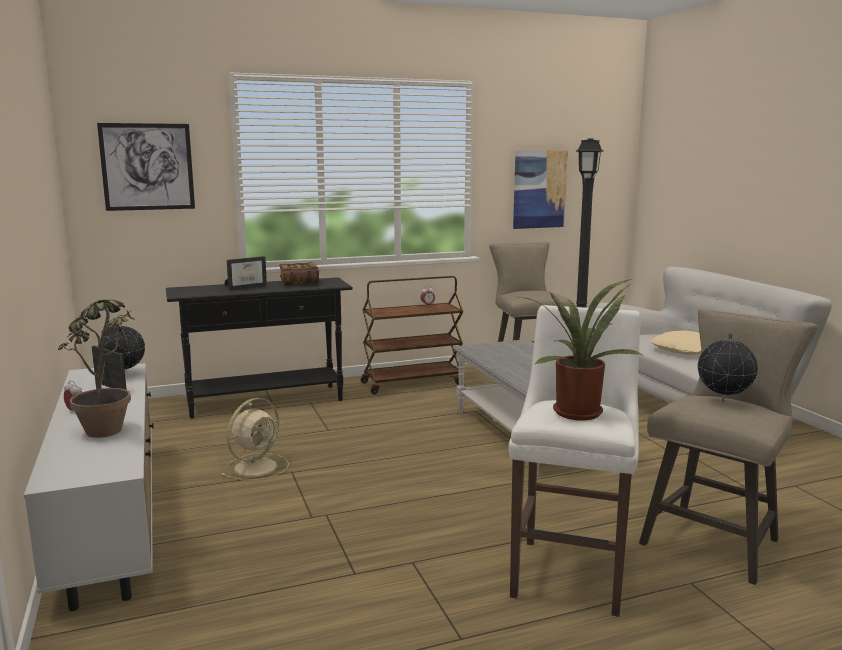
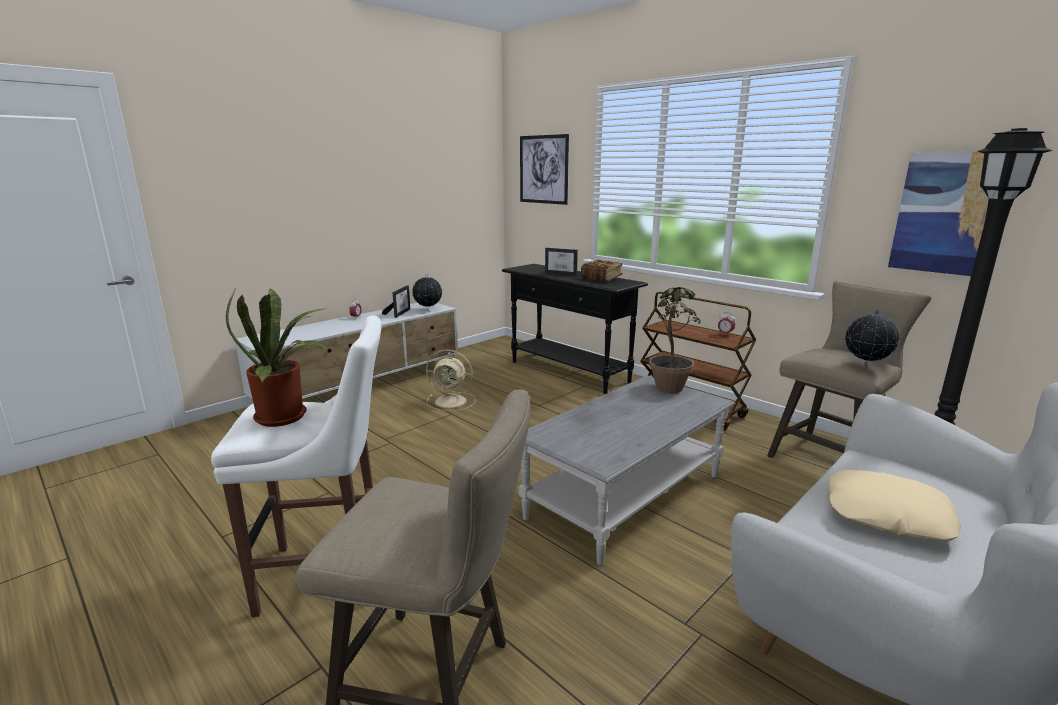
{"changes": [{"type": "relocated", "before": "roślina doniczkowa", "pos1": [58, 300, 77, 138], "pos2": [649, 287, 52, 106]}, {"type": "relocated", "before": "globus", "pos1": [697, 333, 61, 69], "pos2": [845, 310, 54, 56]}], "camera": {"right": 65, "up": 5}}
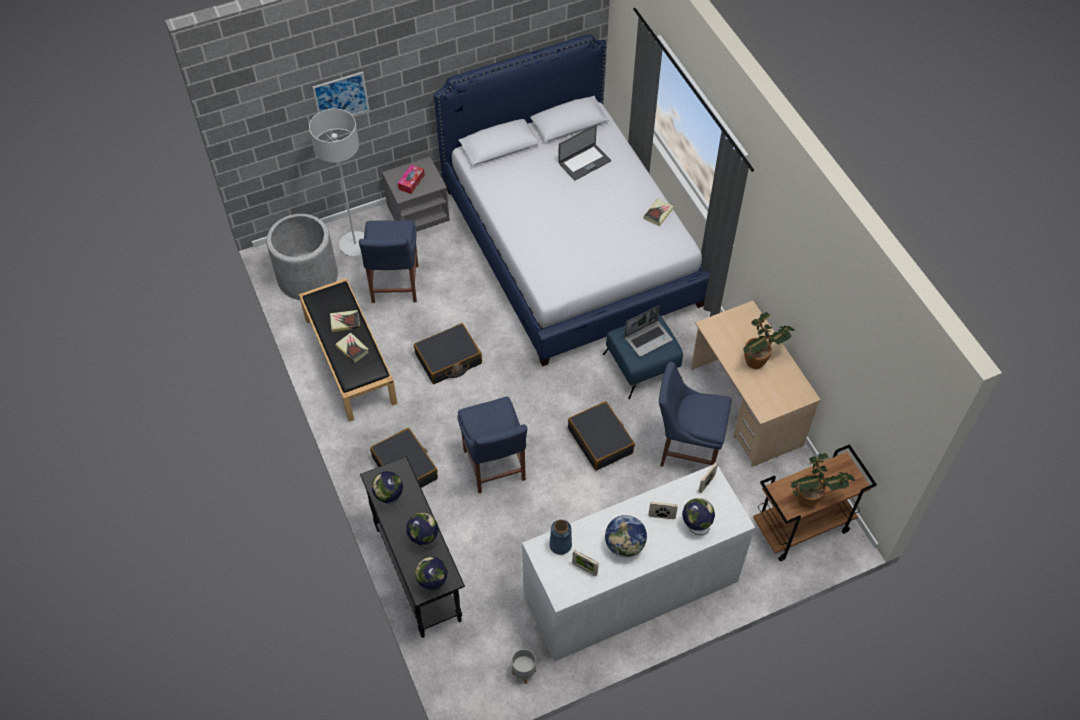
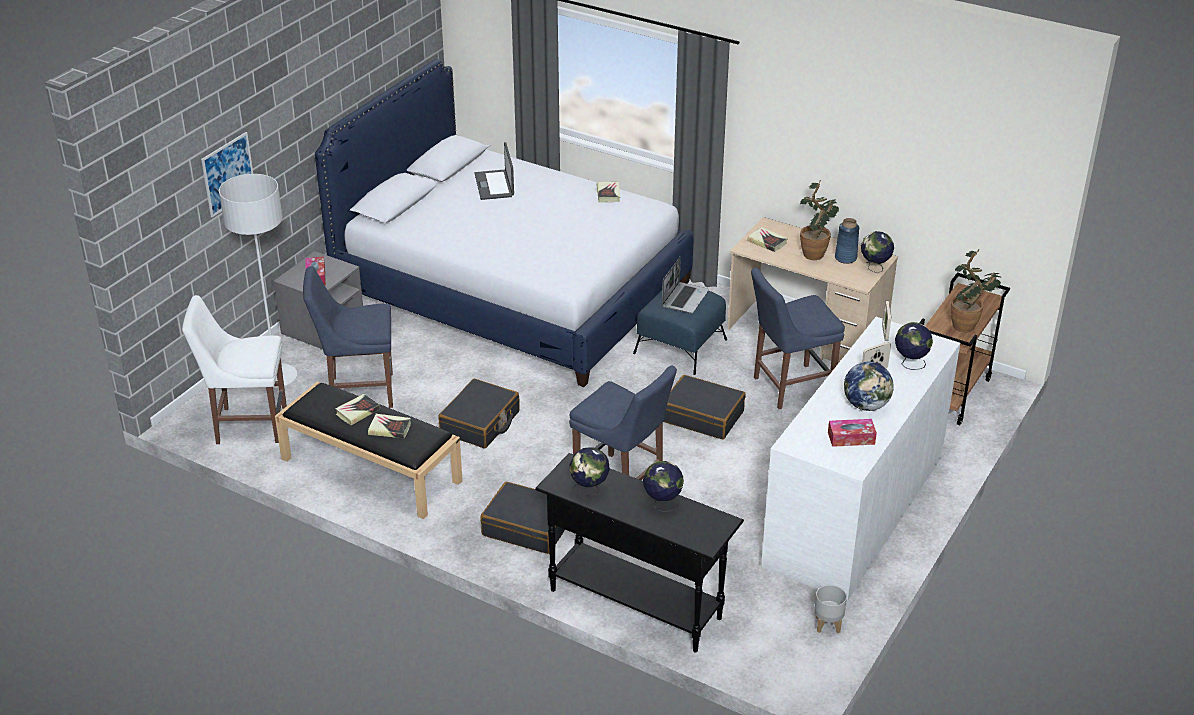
{"changes": [{"type": "spun", "before": "laptop", "pos1": [558, 125, 53, 55], "pos2": [474, 142, 40, 58], "turn": 150}, {"type": "exchanged", "before": "donica/szary", "after": "krzesło/biały", "pos1": [266, 214, 72, 86], "pos2": [182, 295, 105, 149]}, {"type": "spun", "before": "krzesło/niebieski", "pos1": [359, 220, 59, 83], "pos2": [303, 266, 90, 142], "turn": 120}, {"type": "relocated", "before": "wazon/niebieski", "pos1": [549, 520, 23, 35], "pos2": [835, 218, 24, 46]}, {"type": "exchanged", "before": "ramka na zdjęcie", "after": "pudełko chusteczek", "pos1": [572, 550, 27, 26], "pos2": [828, 419, 49, 28]}, {"type": "relocated", "before": "globus", "pos1": [415, 556, 33, 35], "pos2": [861, 231, 33, 42]}, {"type": "appeared", "after": "książka", "pos2": [747, 227, 41, 25]}], "camera": {"right": -35, "up": -20}}
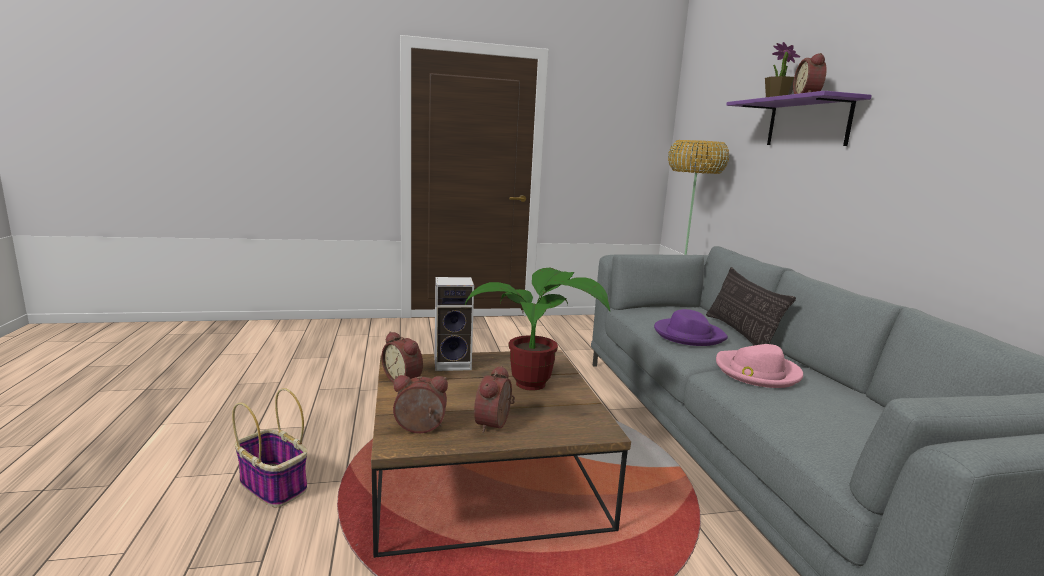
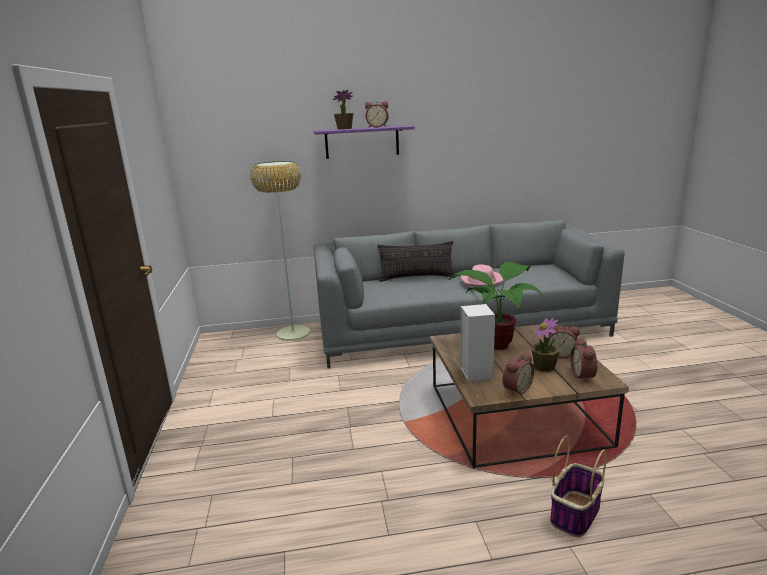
{"changes": [{"type": "missing", "before": "kapelusz/fioletowy", "pos1": [654, 309, 74, 37]}, {"type": "appeared", "after": "roślina doniczkowa", "pos2": [531, 318, 29, 54]}], "camera": {"right": -85, "up": 5}}
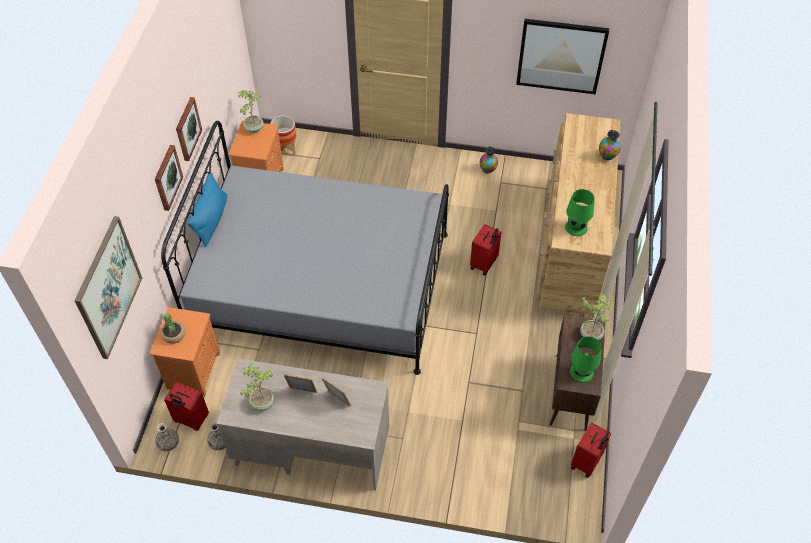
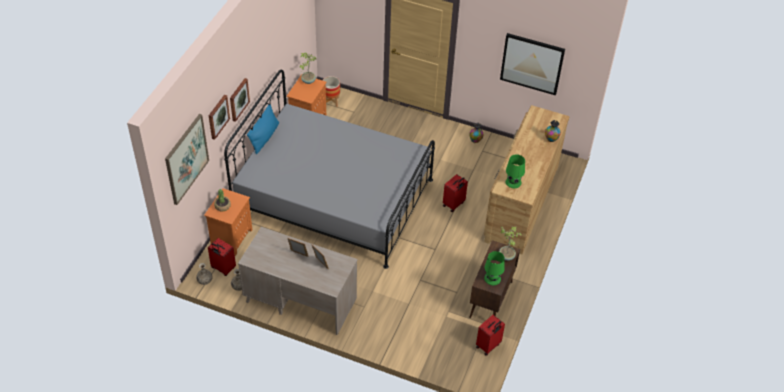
{"changes": [{"type": "relocated", "before": "obraz", "pos1": [176, 97, 26, 64], "pos2": [209, 95, 21, 45]}, {"type": "missing", "before": "roślina doniczkowa", "pos1": [241, 363, 34, 48]}], "camera": {"right": 10, "up": -5}}
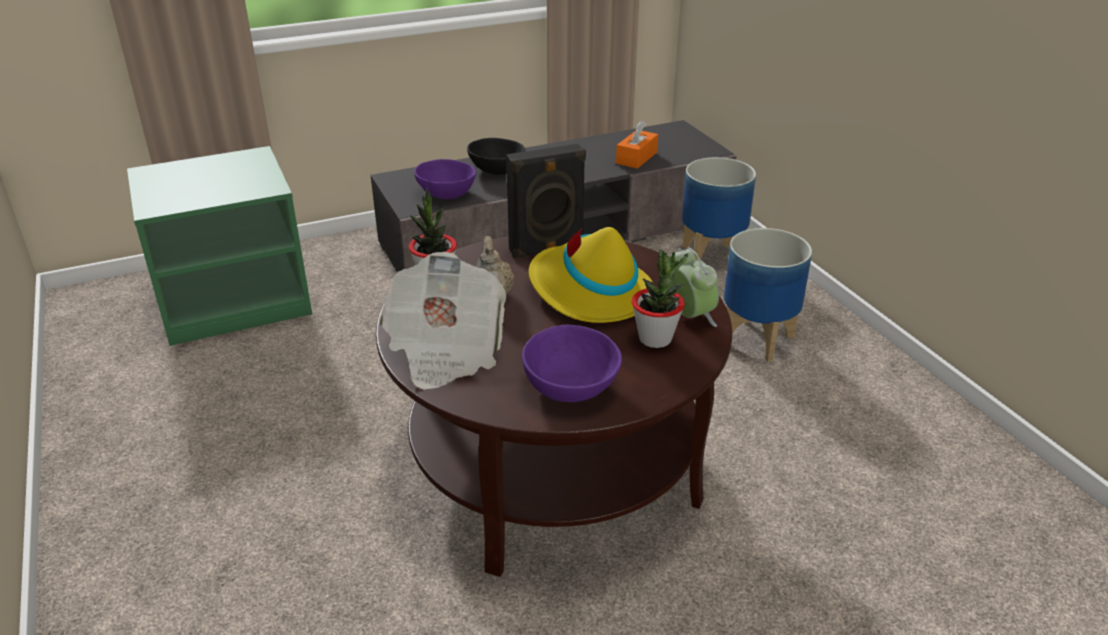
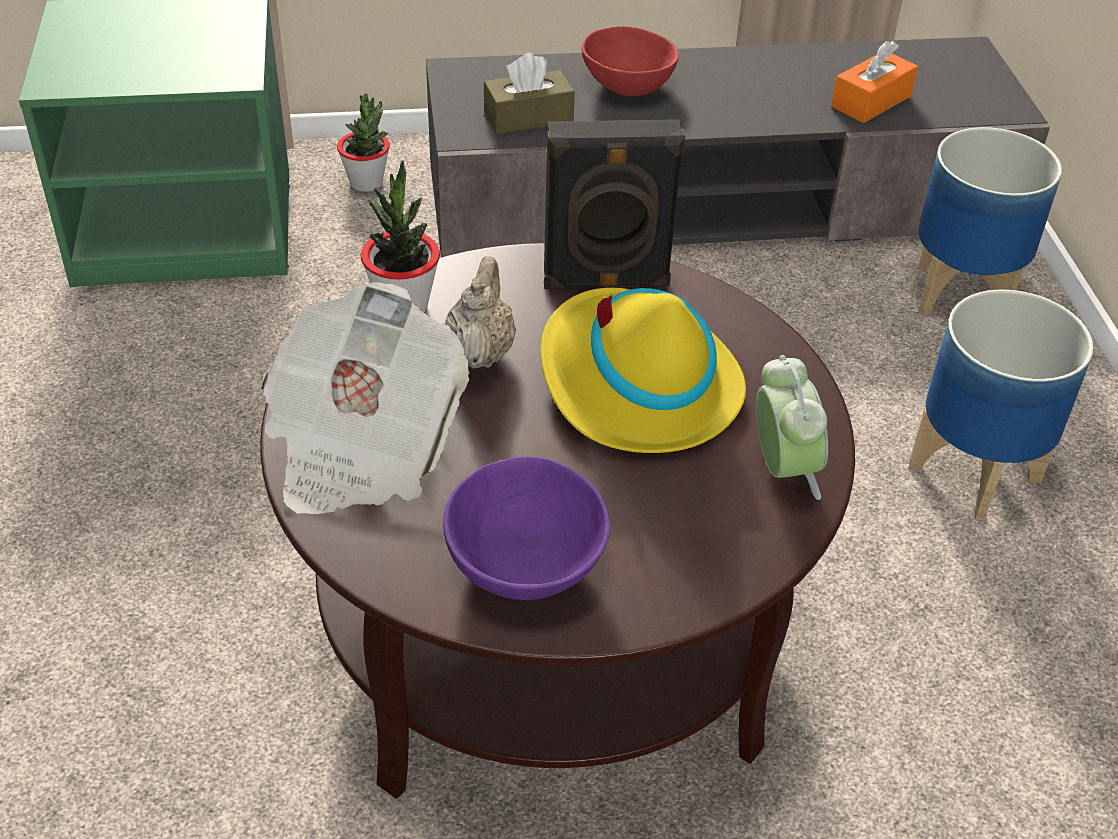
{"changes": [{"type": "colour", "before": "miska/czarny", "after": "miska/czerwony", "pos1": [467, 138, 58, 37], "pos2": [582, 26, 97, 71]}, {"type": "exchanged", "before": "miska/fioletowy", "after": "pudełko chusteczek/brązowy", "pos1": [414, 159, 62, 40], "pos2": [484, 52, 91, 82]}, {"type": "relocated", "before": "roślina doniczkowa", "pos1": [632, 249, 56, 99], "pos2": [337, 93, 53, 99]}], "camera": {"right": 15, "up": 10}}
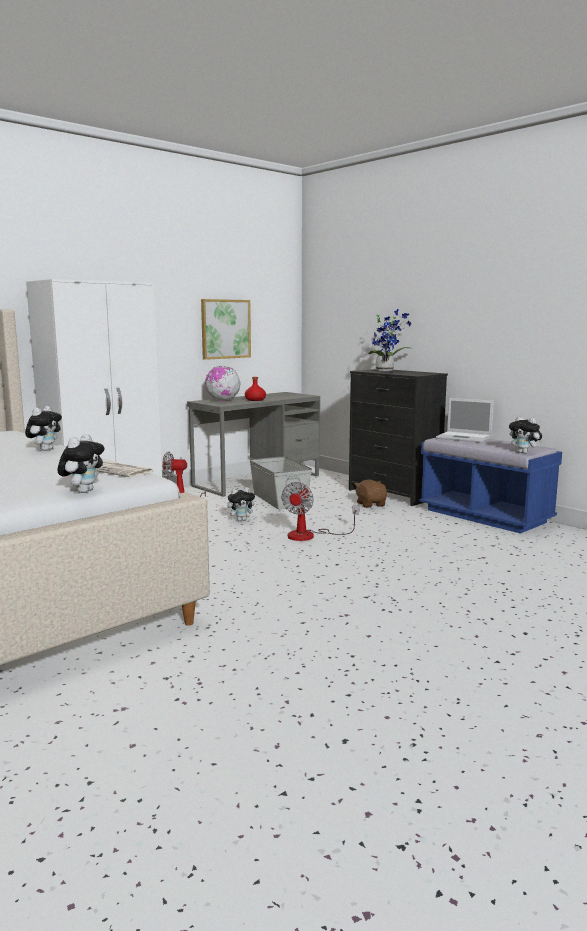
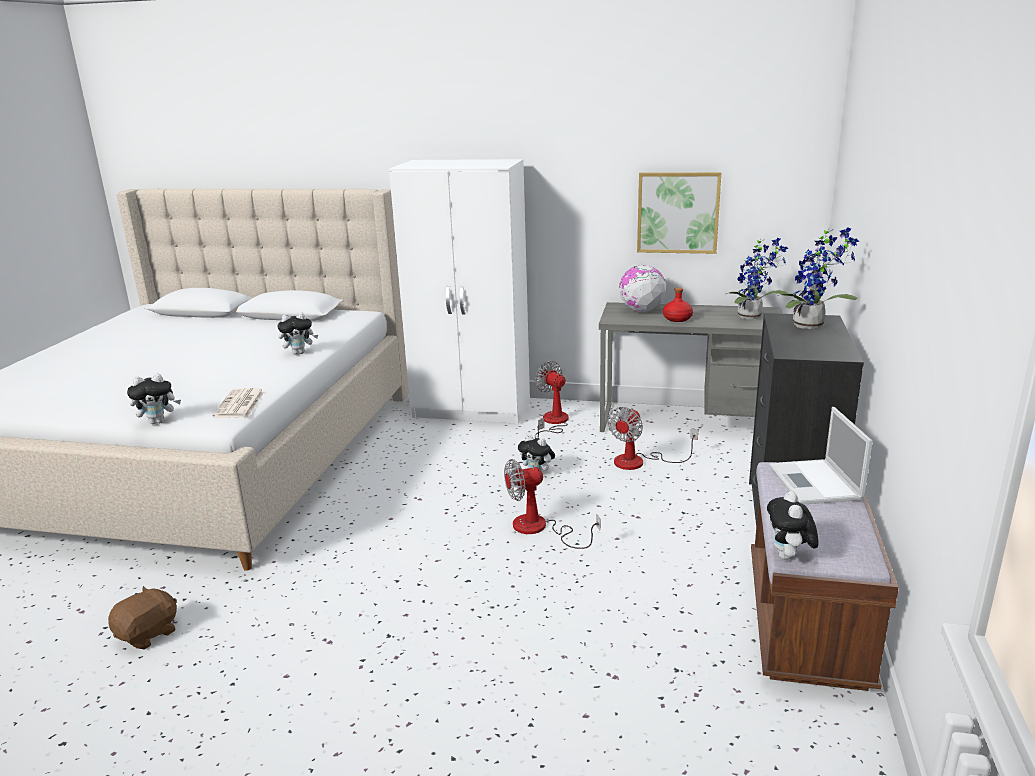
{"changes": [{"type": "colour", "before": "ławka/niebieski", "after": "ławka/brązowy", "pos1": [419, 438, 143, 96], "pos2": [751, 462, 148, 229]}, {"type": "exchanged", "before": "pojemnik do przechowywania/szary", "after": "wentylator", "pos1": [250, 456, 62, 54], "pos2": [607, 407, 91, 63]}, {"type": "relocated", "before": "pluszak/brązowy", "pos1": [355, 479, 32, 29], "pos2": [108, 586, 69, 63]}, {"type": "appeared", "after": "roślina doniczkowa", "pos2": [726, 238, 62, 81]}], "camera": {"right": 55, "up": 10}}
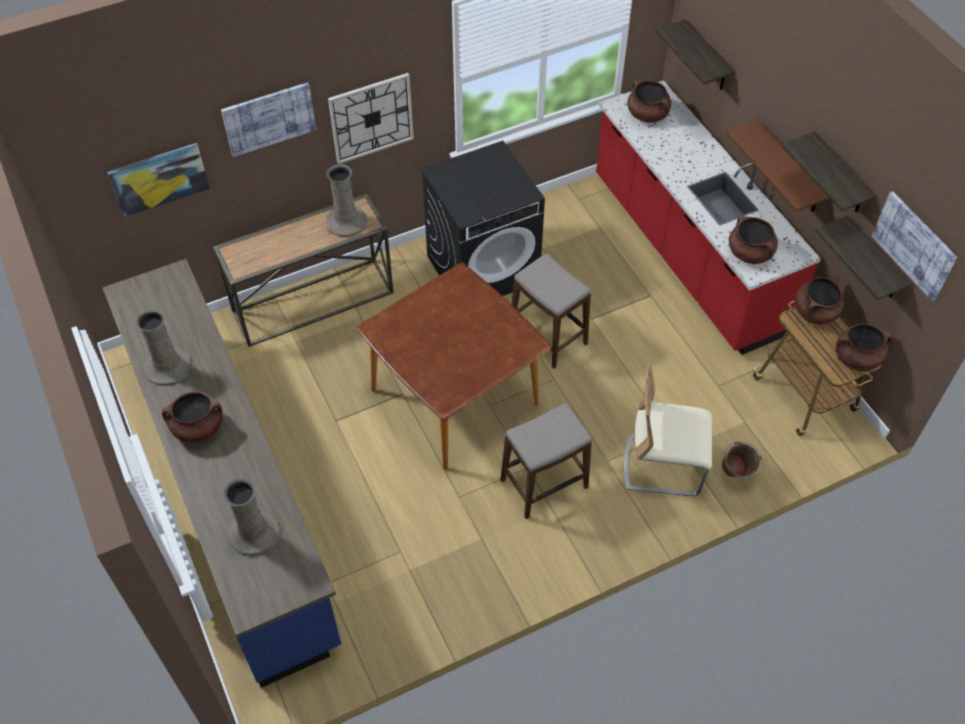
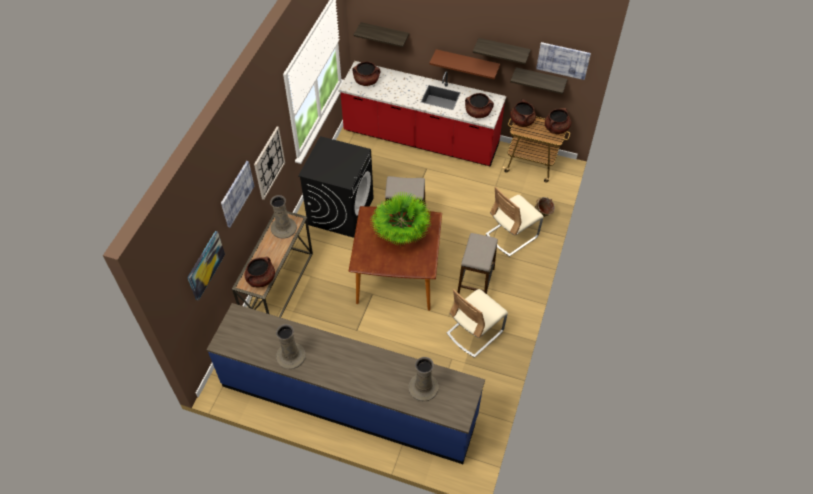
{"changes": [{"type": "relocated", "before": "garnek/brązowy", "pos1": [162, 392, 61, 51], "pos2": [245, 257, 30, 31]}, {"type": "appeared", "after": "roślina doniczkowa", "pos2": [369, 191, 63, 55]}, {"type": "appeared", "after": "krzesło/beżowy", "pos2": [447, 289, 61, 69]}], "camera": {"right": -45, "up": 0}}
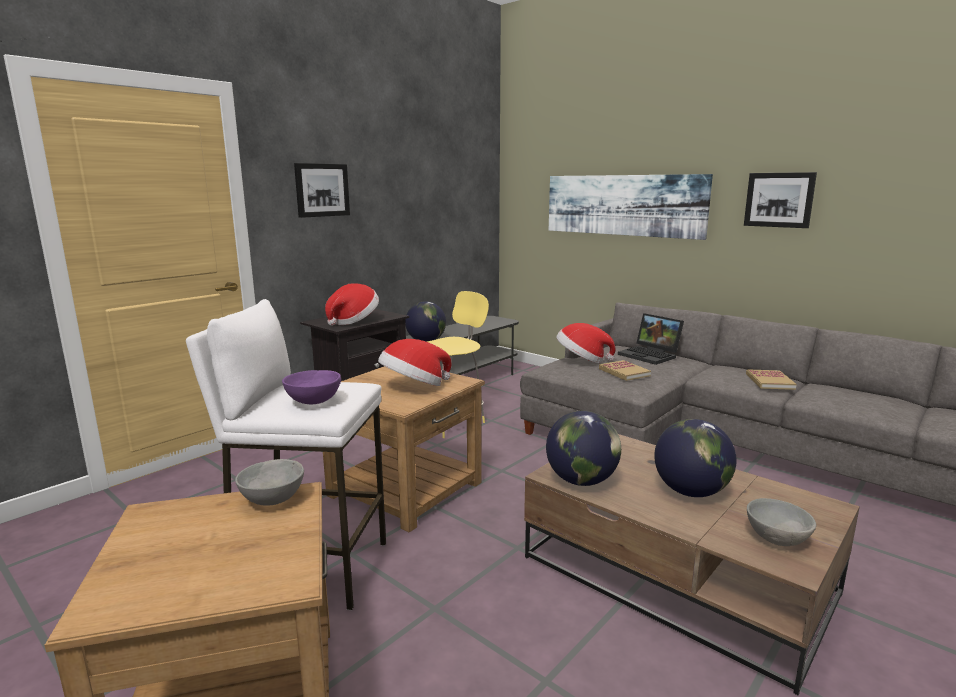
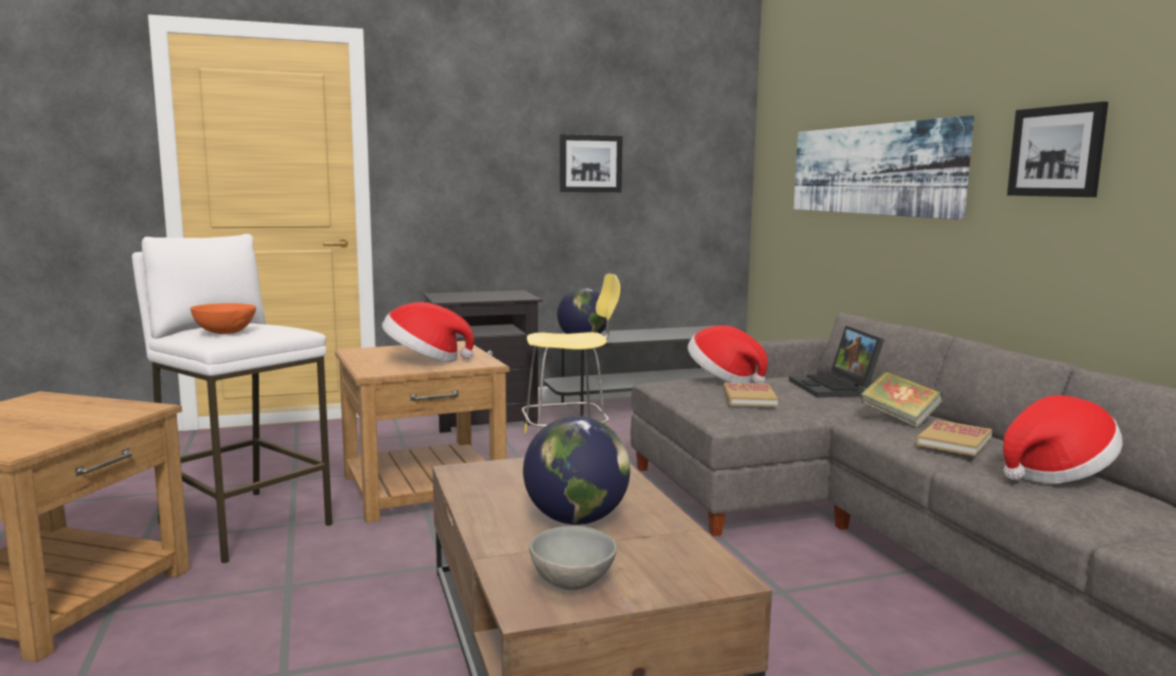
{"changes": [{"type": "relocated", "before": "obraz", "pos1": [294, 163, 56, 55], "pos2": [560, 134, 63, 58]}, {"type": "relocated", "before": "kapelusz", "pos1": [325, 283, 54, 43], "pos2": [1003, 395, 120, 89]}, {"type": "colour", "before": "miska/fioletowy", "after": "miska/pomarańczowy", "pos1": [282, 370, 59, 34], "pos2": [190, 303, 66, 31]}, {"type": "missing", "before": "globus", "pos1": [546, 411, 75, 75]}, {"type": "missing", "before": "miska/szary", "pos1": [235, 459, 69, 47]}, {"type": "appeared", "after": "książka", "pos2": [860, 370, 83, 58]}], "camera": {"right": 30, "up": -5}}
